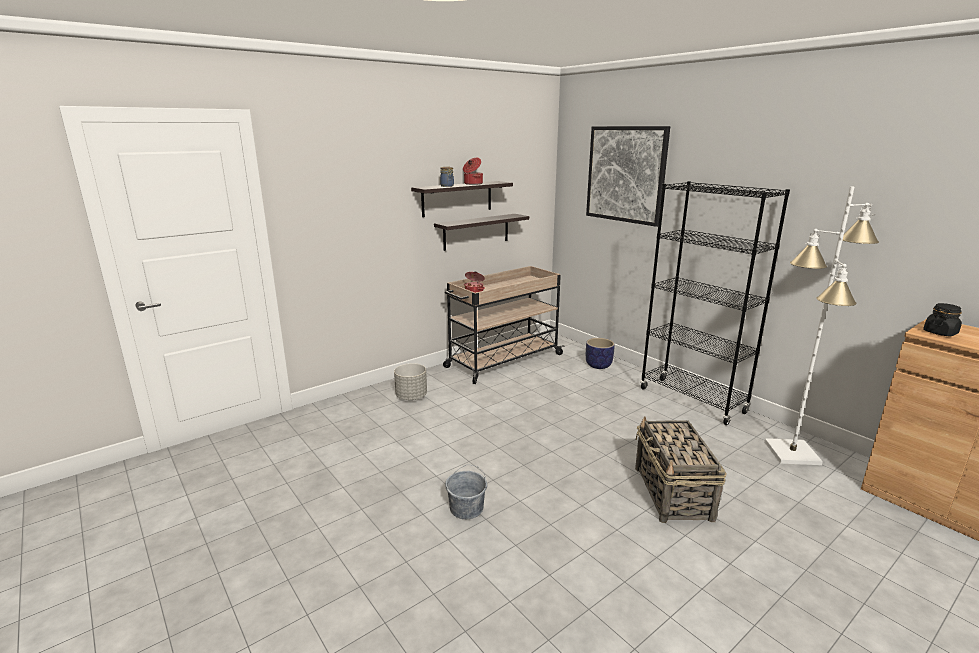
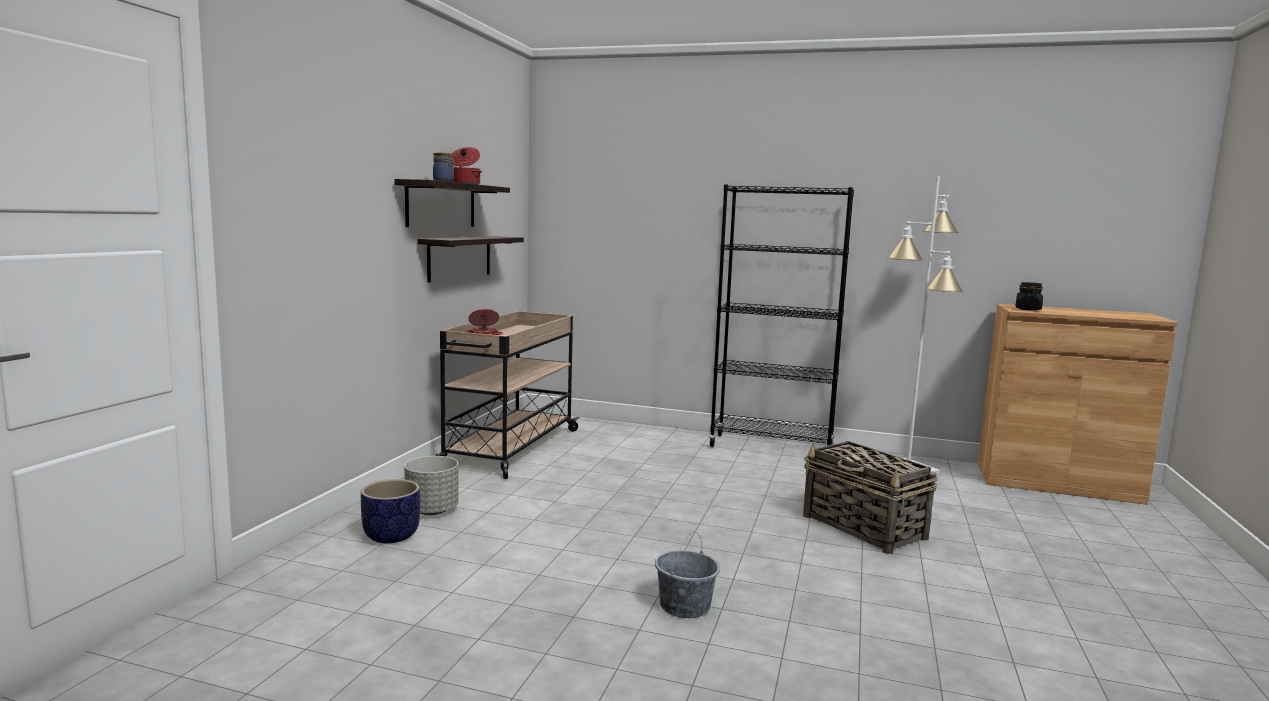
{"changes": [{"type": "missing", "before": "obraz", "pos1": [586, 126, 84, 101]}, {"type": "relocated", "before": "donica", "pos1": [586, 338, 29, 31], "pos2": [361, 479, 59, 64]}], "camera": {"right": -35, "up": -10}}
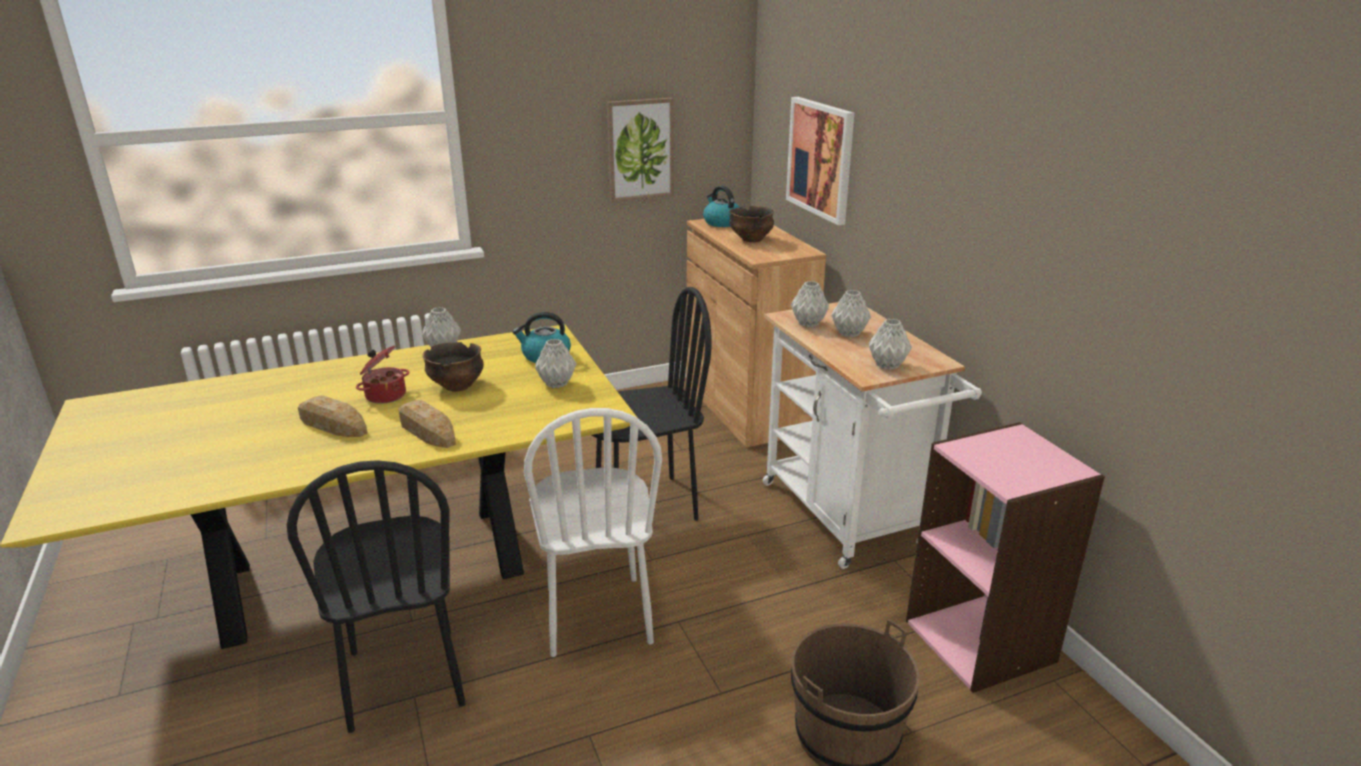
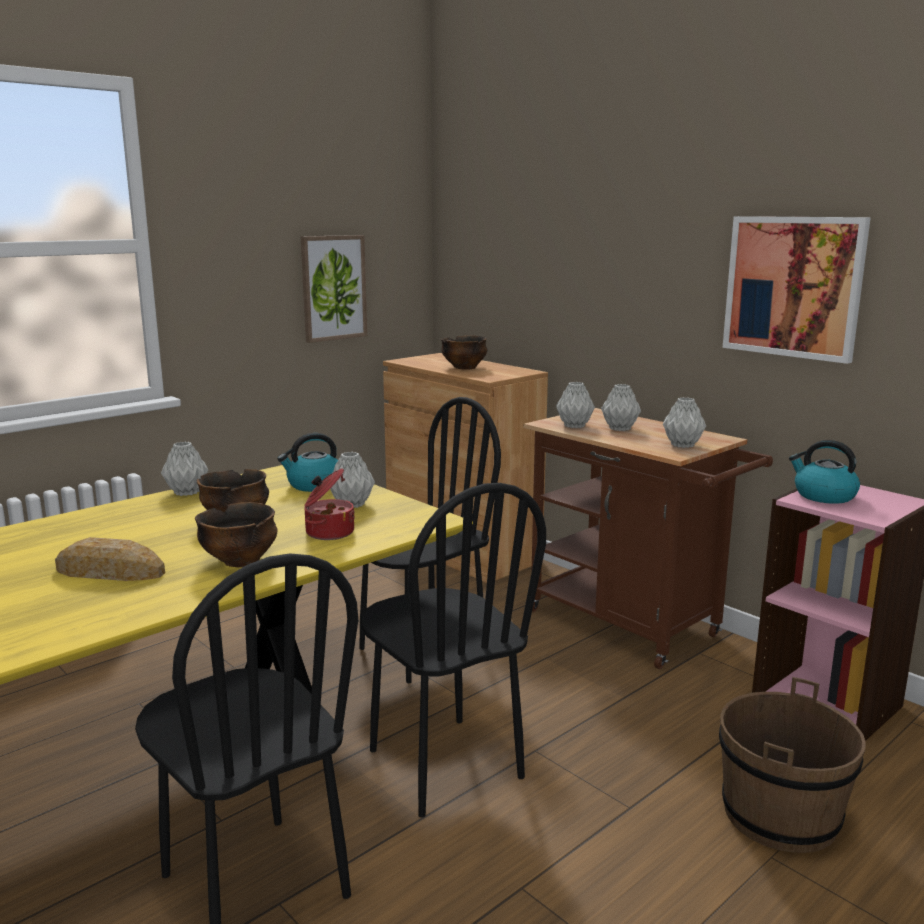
{"changes": [{"type": "relocated", "before": "obraz", "pos1": [786, 97, 68, 128], "pos2": [723, 216, 148, 148]}, {"type": "relocated", "before": "czajnik", "pos1": [703, 186, 37, 41], "pos2": [789, 440, 71, 64]}, {"type": "colour", "before": "wózek/biały", "after": "wózek/brązowy", "pos1": [763, 302, 219, 267], "pos2": [524, 408, 249, 261]}, {"type": "relocated", "before": "garnek", "pos1": [356, 346, 53, 58], "pos2": [304, 468, 51, 72]}, {"type": "exchanged", "before": "chleb", "after": "miska", "pos1": [398, 400, 58, 48], "pos2": [195, 502, 83, 65]}, {"type": "colour", "before": "krzesło/biały", "after": "krzesło/czarny", "pos1": [524, 408, 138, 249], "pos2": [361, 483, 185, 335]}], "camera": {"right": -20, "up": -10}}
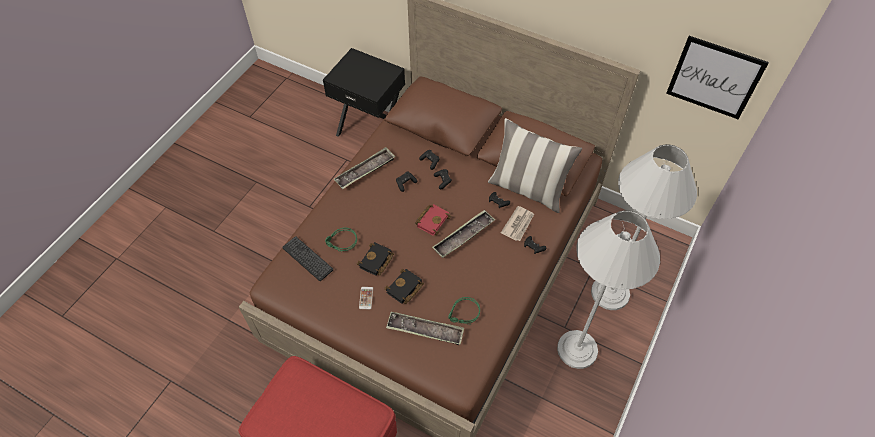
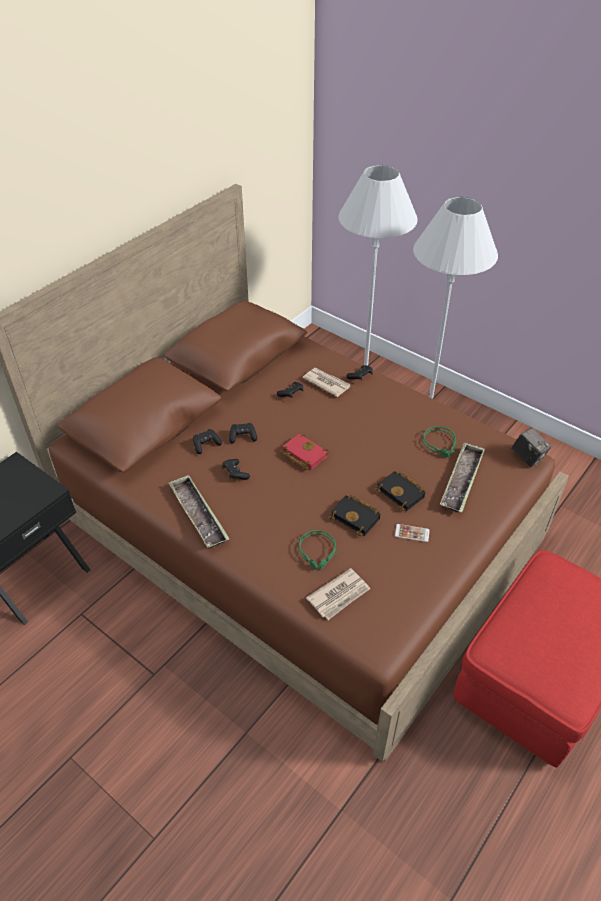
{"changes": [{"type": "missing", "before": "obraz", "pos1": [666, 36, 103, 83]}, {"type": "missing", "before": "poduszka", "pos1": [488, 118, 94, 95]}, {"type": "missing", "before": "taca", "pos1": [432, 210, 63, 48]}, {"type": "exchanged", "before": "klawiatura", "after": "gazeta", "pos1": [282, 236, 51, 45], "pos2": [306, 568, 64, 52]}, {"type": "appeared", "after": "aparat fotograficzny", "pos2": [511, 428, 40, 39]}], "camera": {"right": -80, "up": -10}}
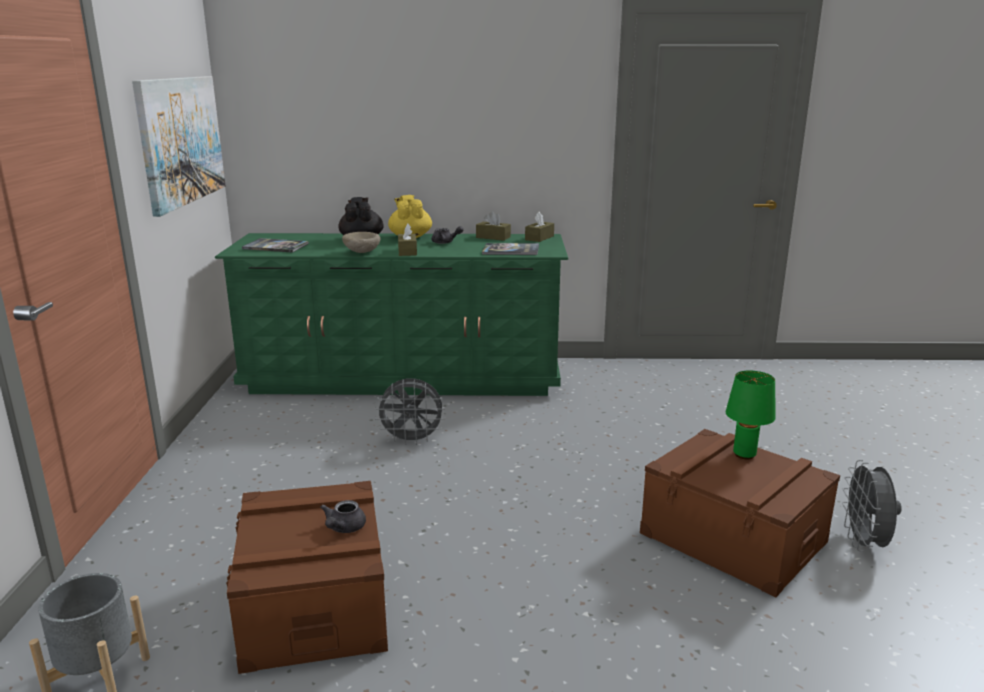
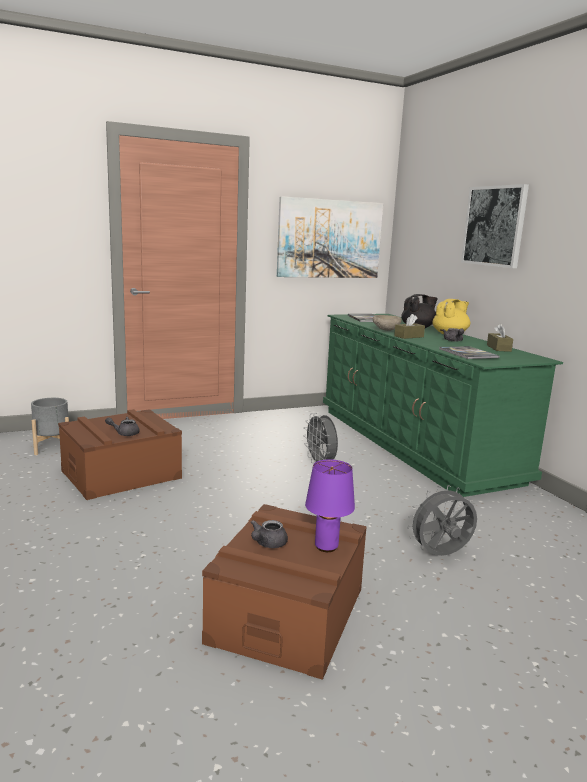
{"changes": [{"type": "missing", "before": "pudełko chusteczek/brązowy", "pos1": [525, 212, 29, 30]}, {"type": "colour", "before": "lampa stołowa/zielony", "after": "lampa stołowa/fioletowy", "pos1": [726, 371, 50, 89], "pos2": [305, 459, 50, 93]}, {"type": "relocated", "before": "wentylator/szary", "pos1": [842, 460, 60, 92], "pos2": [407, 485, 70, 71]}, {"type": "appeared", "after": "obraz", "pos2": [461, 184, 68, 84]}, {"type": "appeared", "after": "imbryk/szary", "pos2": [251, 520, 37, 28]}], "camera": {"right": 65, "up": -5}}
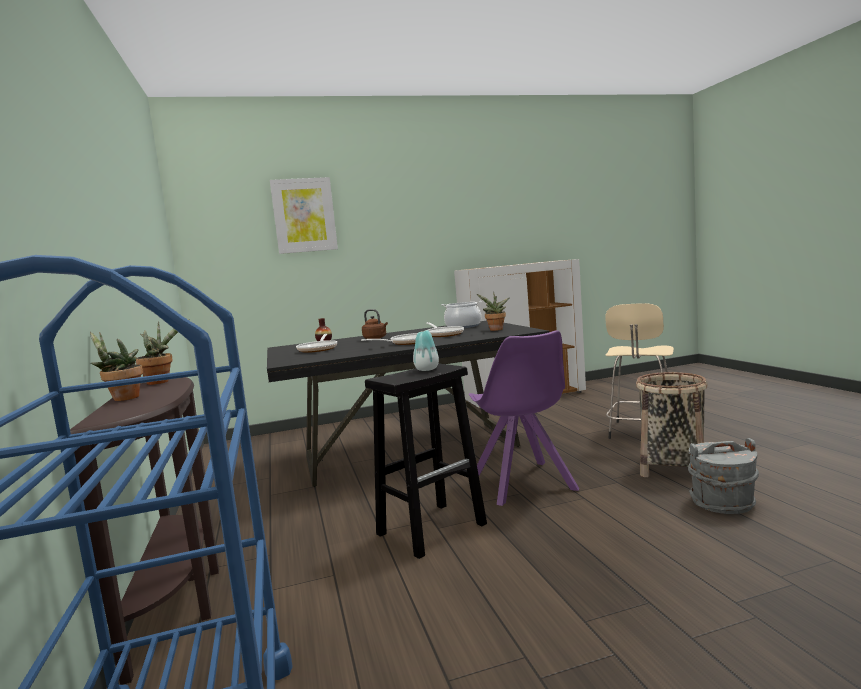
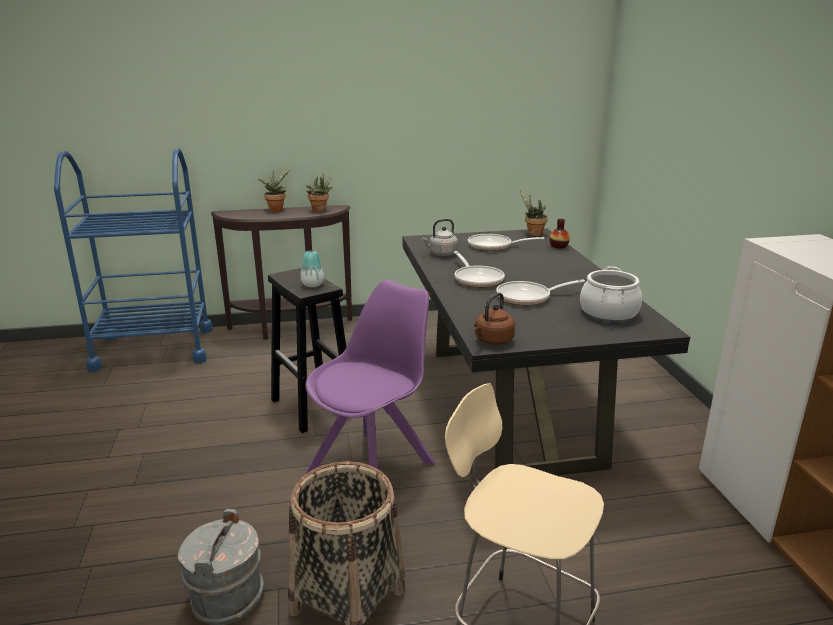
{"changes": [{"type": "missing", "before": "obraz", "pos1": [270, 177, 68, 77]}, {"type": "relocated", "before": "roślina doniczkowa", "pos1": [477, 292, 32, 39], "pos2": [520, 190, 28, 46]}, {"type": "relocated", "before": "czajnik/brązowy", "pos1": [362, 309, 26, 30], "pos2": [474, 293, 41, 52]}, {"type": "spun", "before": "krzesło/fioletowy", "pos1": [469, 330, 110, 176], "pos2": [306, 280, 128, 194], "turn": 135}, {"type": "appeared", "after": "czajnik/szary", "pos2": [421, 219, 37, 37]}], "camera": {"right": 95, "up": 15}}
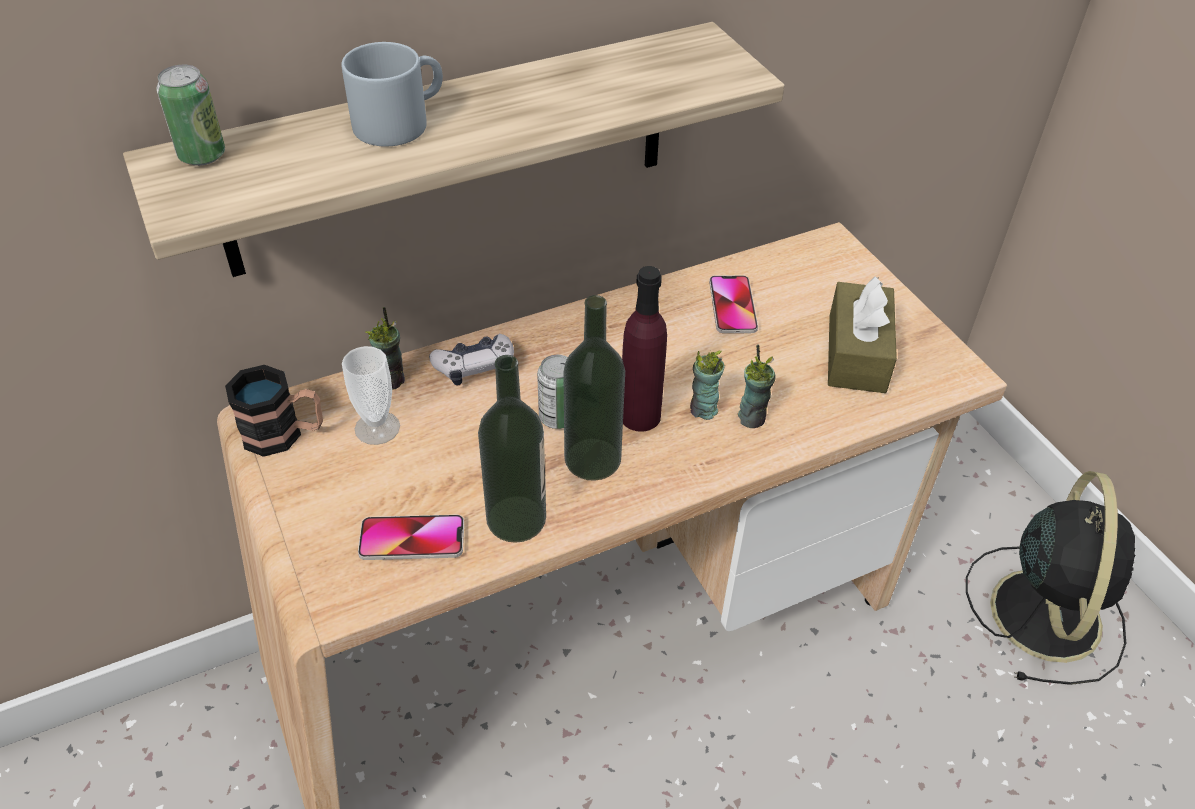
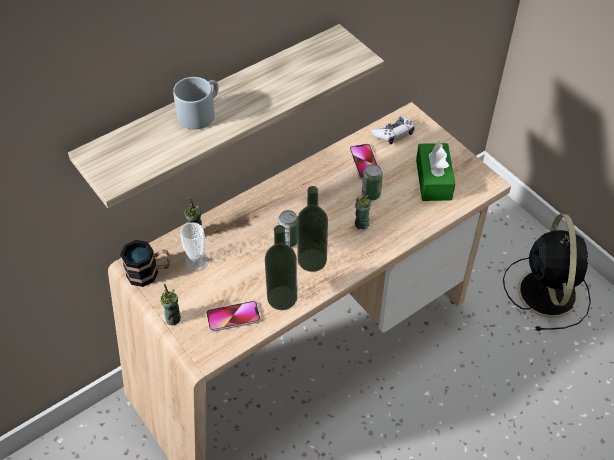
{"changes": [{"type": "relocated", "before": "puszka", "pos1": [156, 65, 69, 101], "pos2": [362, 164, 21, 37]}, {"type": "missing", "before": "butelka/fioletowy", "pos1": [622, 266, 45, 166]}, {"type": "colour", "before": "pudełko chusteczek/brązowy", "after": "pudełko chusteczek/zielony", "pos1": [828, 276, 69, 117], "pos2": [416, 141, 39, 60]}, {"type": "relocated", "before": "pad do gier", "pos1": [429, 334, 85, 52], "pos2": [371, 116, 44, 28]}, {"type": "relocated", "before": "filiżanka", "pos1": [738, 344, 38, 84], "pos2": [160, 284, 21, 41]}], "camera": {"right": -10, "up": 5}}
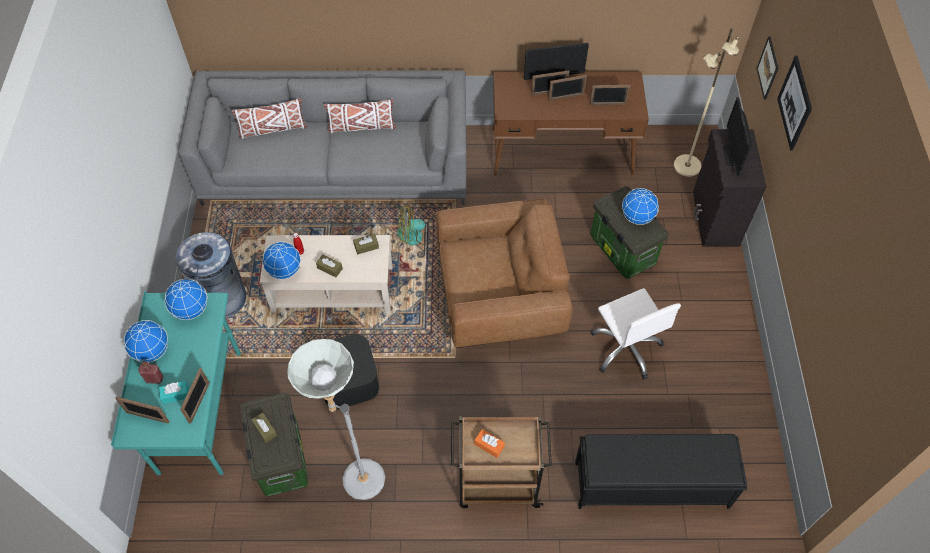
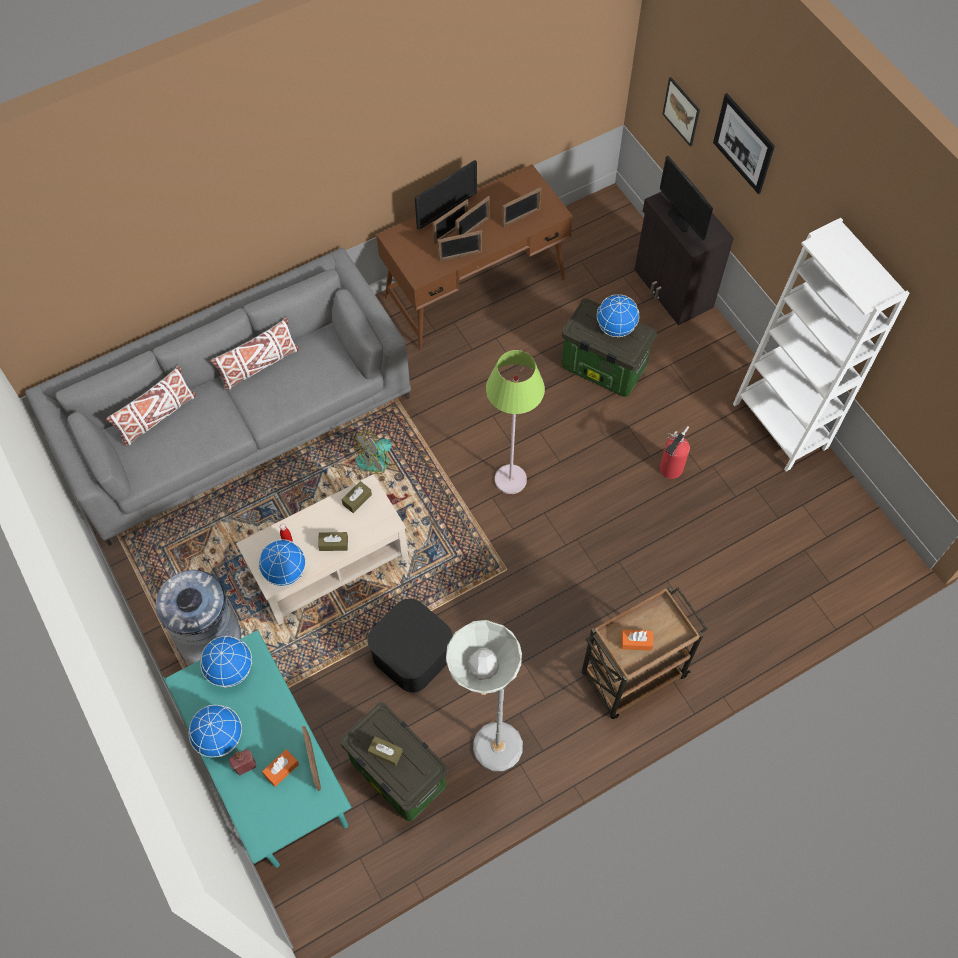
{"changes": [{"type": "missing", "before": "lampa stojąca/beżowy", "pos1": [674, 28, 65, 149]}, {"type": "exchanged", "before": "fotel/brązowy", "after": "lampa stojąca/zielony", "pos1": [436, 199, 137, 149], "pos2": [486, 350, 59, 144]}, {"type": "exchanged", "before": "krzesło biurowe/biały", "after": "gaśnica", "pos1": [591, 288, 90, 91], "pos2": [660, 426, 30, 53]}, {"type": "colour", "before": "pudełko chusteczek/turkusowy", "after": "pudełko chusteczek/pomarańczowy", "pos1": [159, 381, 30, 23], "pos2": [262, 749, 37, 38]}, {"type": "relocated", "before": "ramka na zdjęcie", "pos1": [115, 396, 55, 27], "pos2": [437, 230, 45, 31]}, {"type": "missing", "before": "ławka/czarny", "pos1": [575, 434, 172, 75]}, {"type": "appeared", "after": "regał/biały", "pos2": [733, 218, 177, 253]}], "camera": {"right": -30, "up": 5}}
